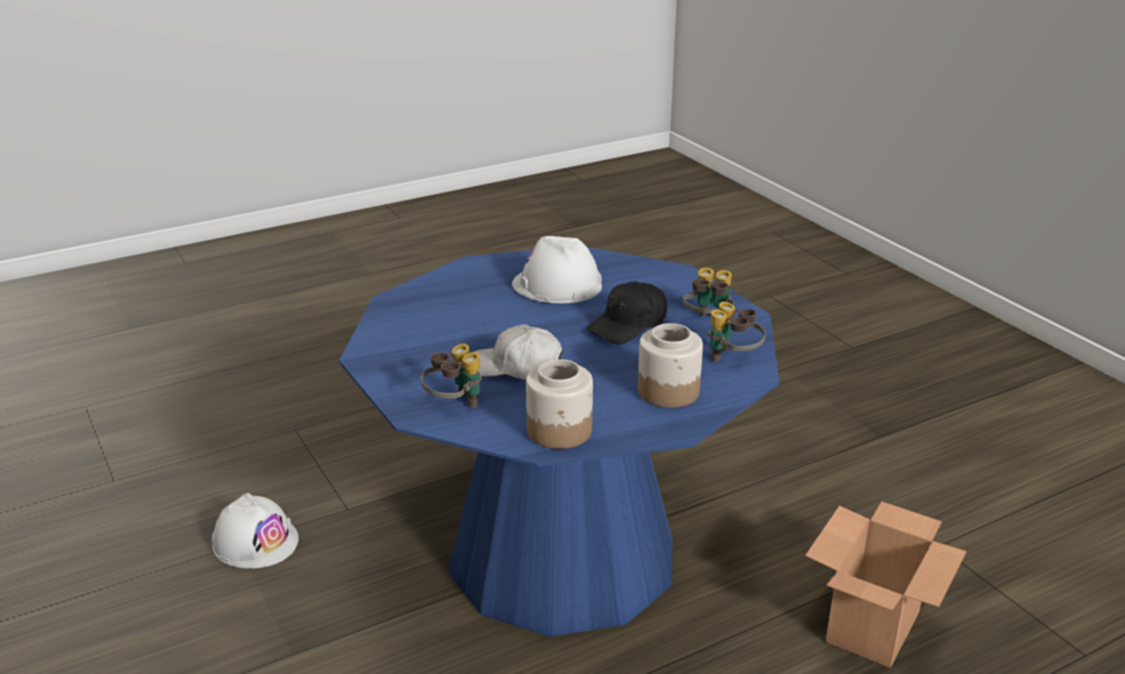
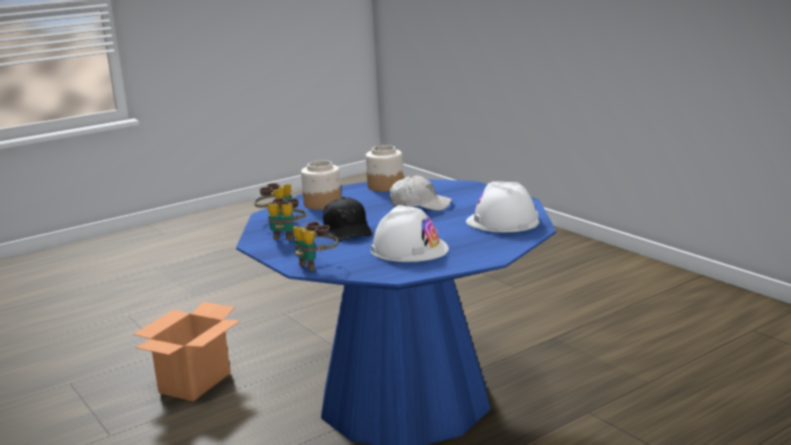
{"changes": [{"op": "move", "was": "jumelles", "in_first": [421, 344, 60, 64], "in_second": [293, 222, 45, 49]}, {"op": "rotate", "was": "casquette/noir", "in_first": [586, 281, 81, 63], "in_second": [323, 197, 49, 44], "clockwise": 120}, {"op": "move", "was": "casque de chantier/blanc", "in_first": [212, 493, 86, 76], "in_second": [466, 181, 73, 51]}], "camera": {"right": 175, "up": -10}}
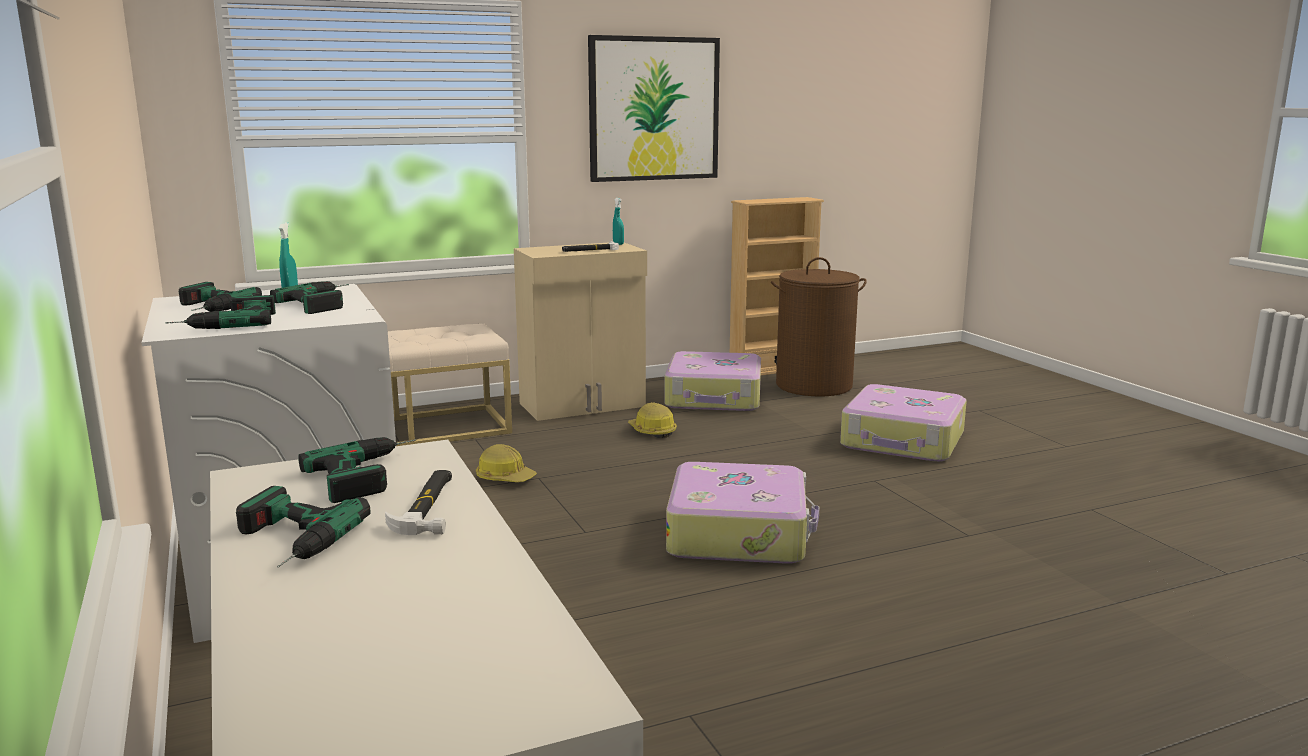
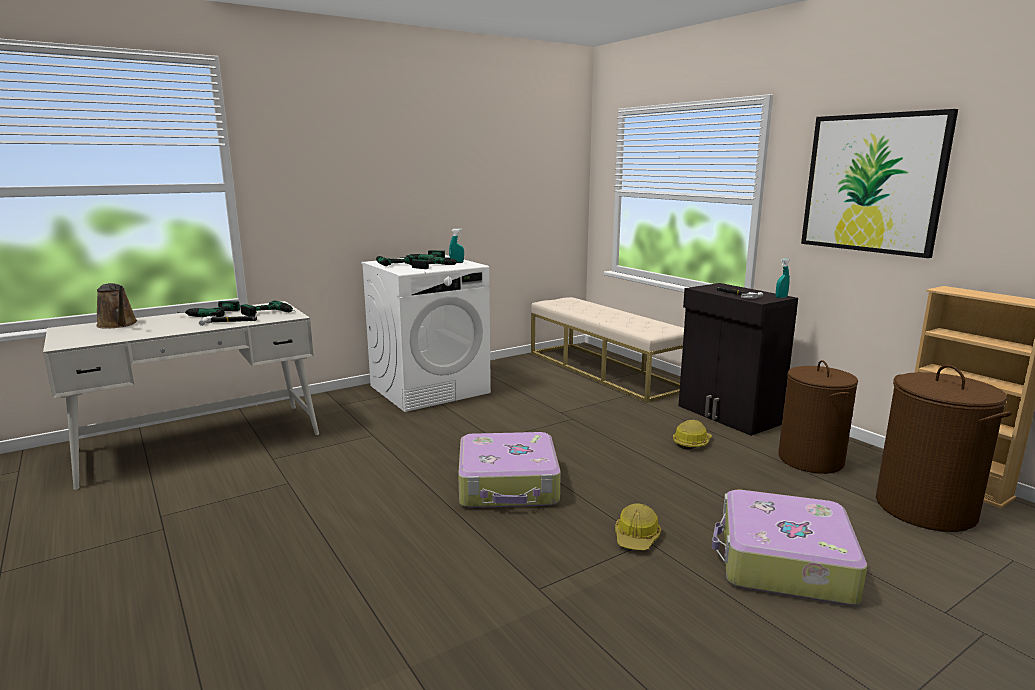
{"changes": [{"op": "insert", "now": "arrosoir/marron", "in_second": [96, 283, 41, 46]}, {"op": "move", "was": "casque de chantier", "in_first": [476, 444, 61, 38], "in_second": [615, 503, 46, 48]}, {"op": "recolor", "was": "meuble de rangement/beige", "now": "meuble de rangement/noir", "in_first": [514, 243, 133, 178], "in_second": [678, 283, 120, 153]}, {"op": "replace", "was": "valise", "now": "panier à linge/marron", "in_first": [664, 351, 97, 60], "in_second": [778, 360, 80, 114]}], "camera": {"right": 80, "up": 0}}
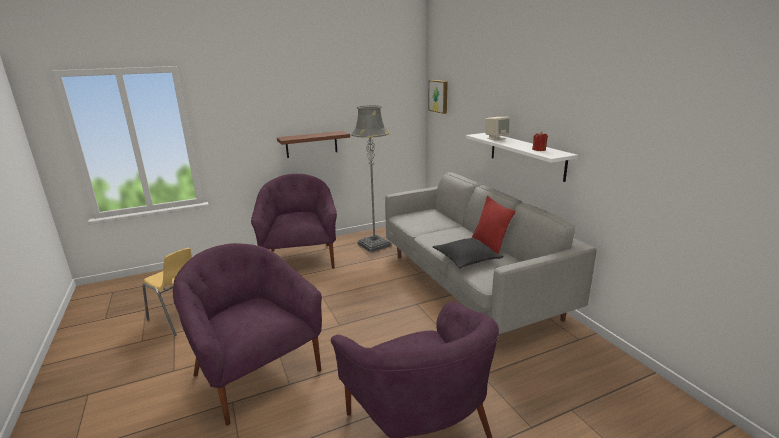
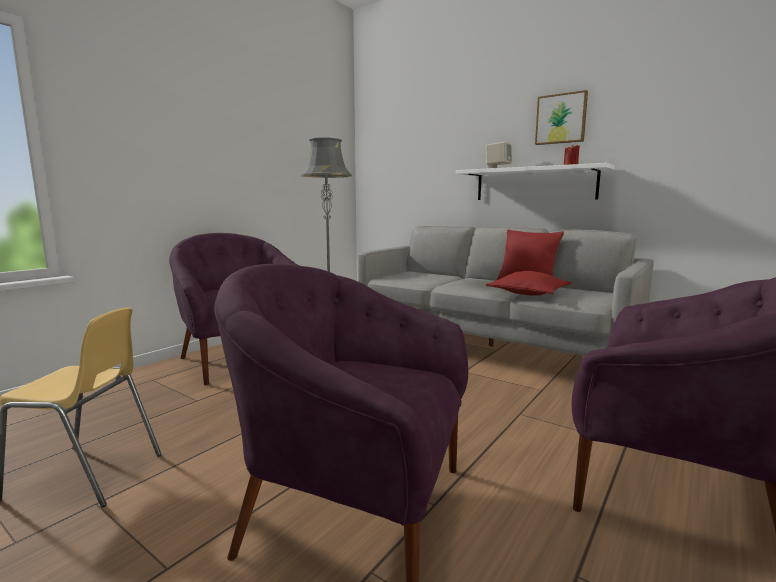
{"changes": [{"op": "recolor", "was": "coussin/noir", "now": "coussin/rouge", "in_first": [433, 237, 71, 31], "in_second": [486, 271, 86, 25]}, {"op": "move", "was": "tableau", "in_first": [428, 80, 20, 34], "in_second": [535, 90, 53, 55]}, {"op": "delete", "was": "étagère/marron", "in_first": [277, 131, 73, 27]}], "camera": {"right": -30, "up": -10}}
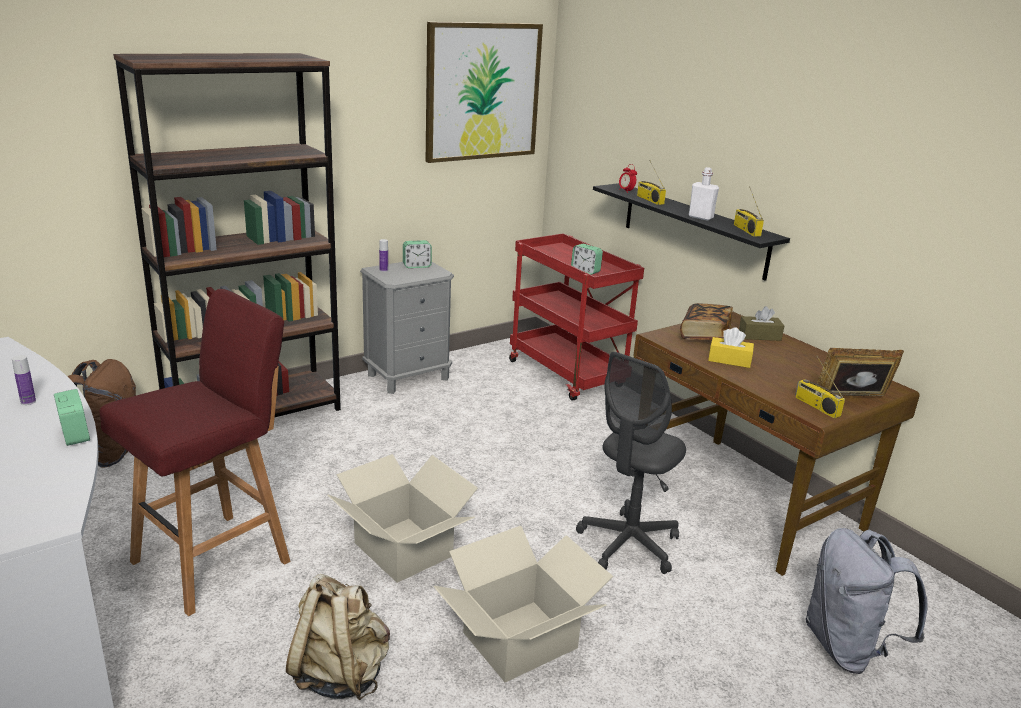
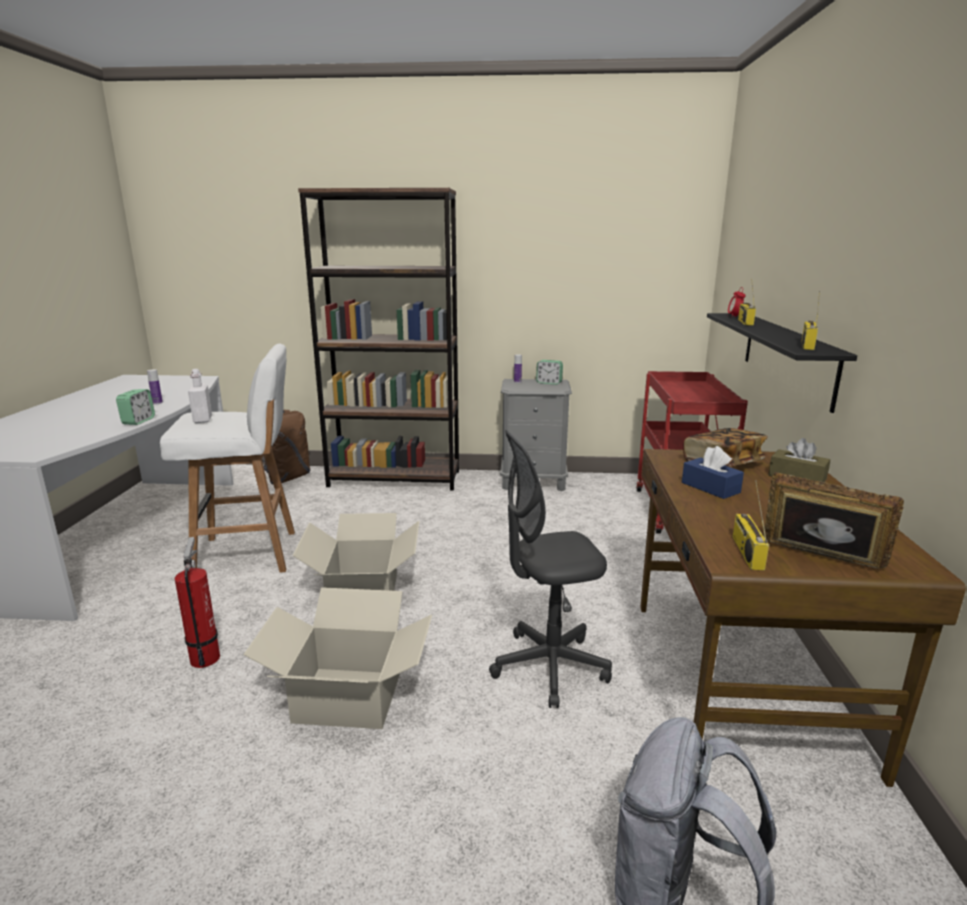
{"changes": [{"op": "recolor", "was": "tabouret/rouge", "now": "tabouret/blanc", "in_first": [99, 289, 191, 327], "in_second": [160, 344, 135, 229]}, {"op": "replace", "was": "sac à dos/beige", "now": "extincteur", "in_first": [286, 574, 104, 127], "in_second": [175, 537, 45, 131]}, {"op": "move", "was": "bouteille/blanc", "in_first": [689, 167, 30, 53], "in_second": [188, 369, 24, 54]}, {"op": "recolor", "was": "boîte à mouchoirs/jaune", "now": "boîte à mouchoirs/bleu", "in_first": [708, 327, 46, 41], "in_second": [682, 446, 62, 53]}, {"op": "delete", "was": "tableau", "in_first": [426, 22, 117, 141]}, {"op": "delete", "was": "réveil", "in_first": [571, 244, 32, 31]}], "camera": {"right": 40, "up": -5}}
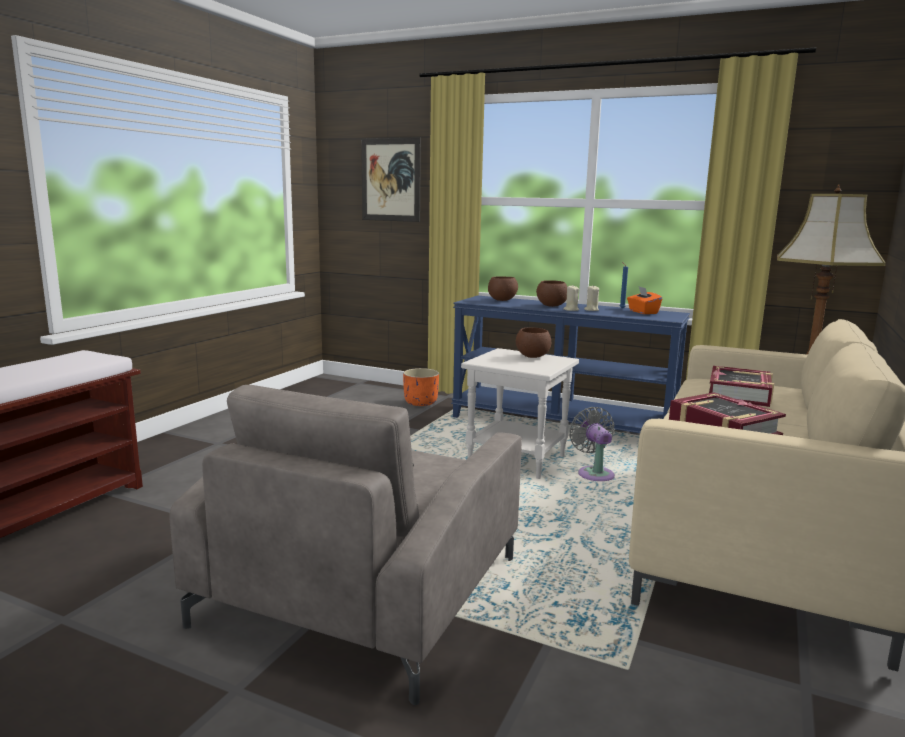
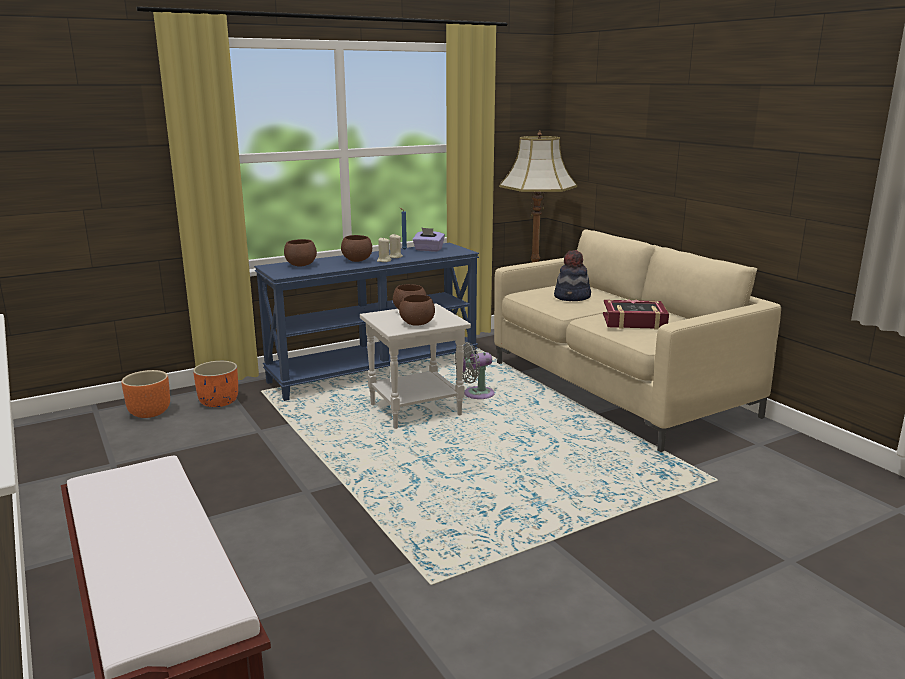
{"changes": [{"op": "insert", "now": "cache-pot/orange", "in_second": [122, 370, 48, 48]}, {"op": "insert", "now": "bol/marron", "in_second": [399, 294, 36, 32]}, {"op": "recolor", "was": "boîte à mouchoirs/orange", "now": "boîte à mouchoirs/violet", "in_first": [627, 287, 35, 27], "in_second": [412, 228, 33, 24]}, {"op": "rotate", "was": "ventilateur/gris", "in_first": [569, 407, 46, 74], "in_second": [455, 342, 40, 57], "clockwise": -45}, {"op": "replace", "was": "livre", "now": "chapeau", "in_first": [709, 366, 65, 41], "in_second": [554, 250, 37, 51]}, {"op": "delete", "was": "fauteuil/gris", "in_first": [169, 385, 353, 320]}, {"op": "delete", "was": "tableau", "in_first": [361, 137, 60, 85]}], "camera": {"right": -55, "up": 5}}
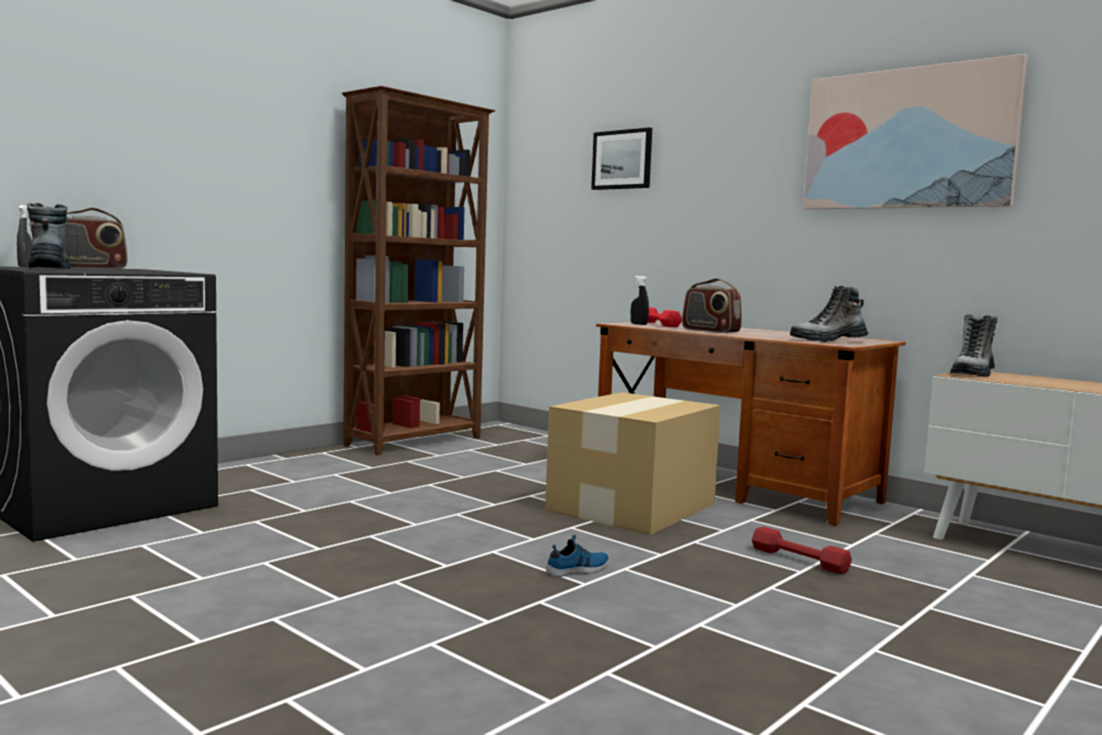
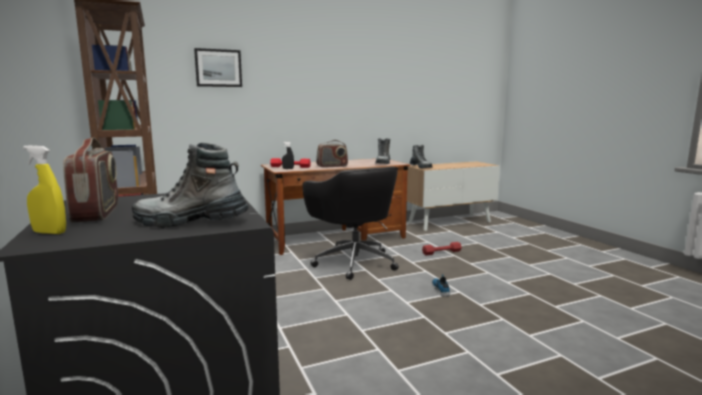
{"changes": [{"op": "recolor", "was": "vaporisateur/gris", "now": "vaporisateur/jaune", "in_first": [17, 205, 15, 62], "in_second": [23, 145, 43, 89]}, {"op": "replace", "was": "carton", "now": "chaise de bureau/noir", "in_first": [545, 392, 175, 143], "in_second": [302, 166, 97, 114]}, {"op": "delete", "was": "tableau", "in_first": [803, 54, 225, 155]}], "camera": {"right": -65, "up": 5}}
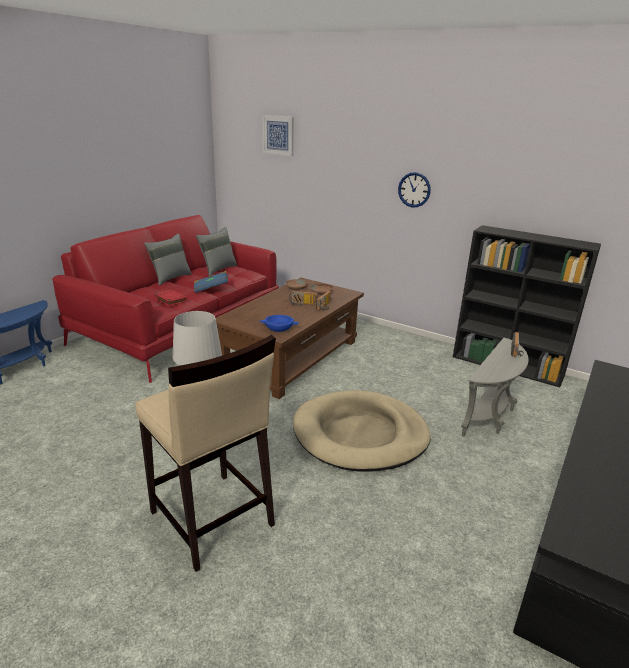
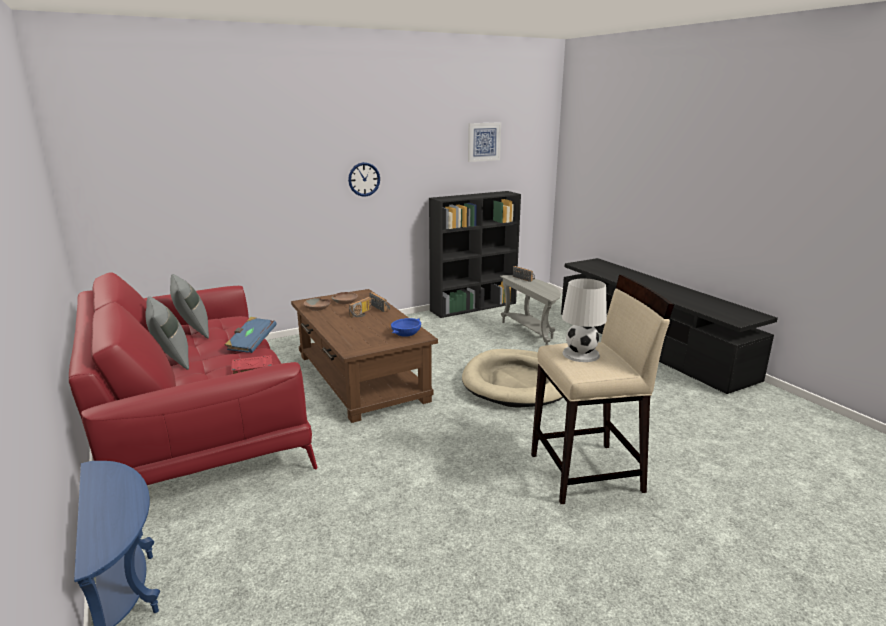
{"changes": [{"op": "move", "was": "tableau", "in_first": [262, 115, 32, 41], "in_second": [468, 122, 33, 40]}], "camera": {"right": -60, "up": -5}}
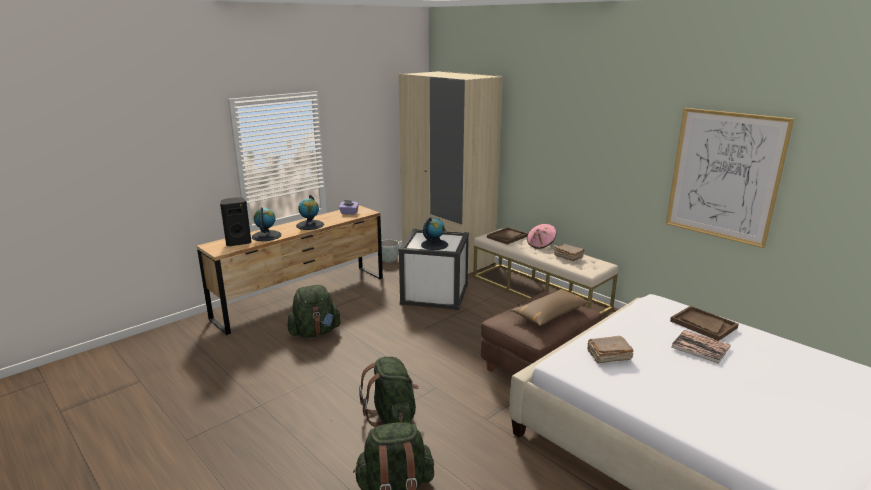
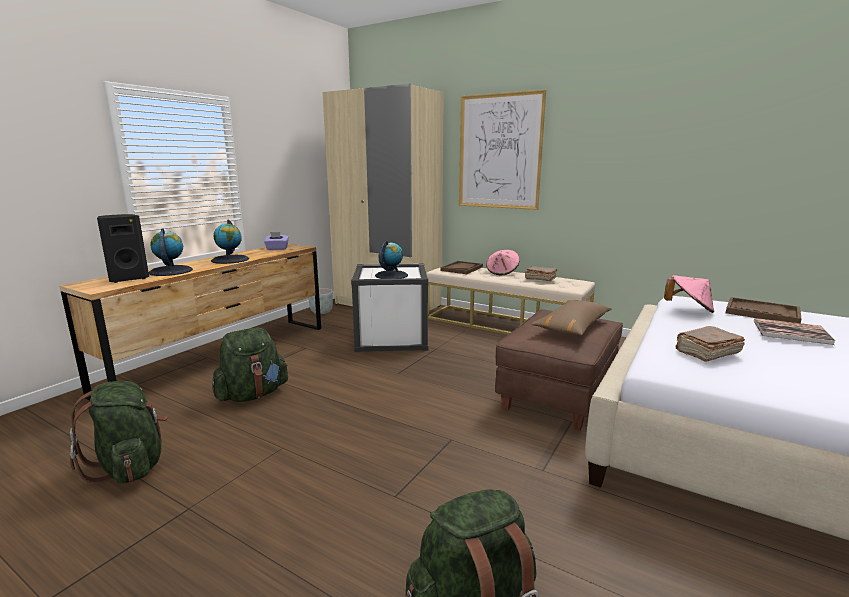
{"changes": [{"op": "move", "was": "sac à dos/vert", "in_first": [359, 357, 60, 70], "in_second": [70, 381, 97, 103]}, {"op": "move", "was": "tableau", "in_first": [666, 108, 128, 140], "in_second": [459, 90, 87, 120]}, {"op": "insert", "now": "chapeau/rose", "in_second": [664, 275, 50, 38]}], "camera": {"right": -15, "up": -5}}
